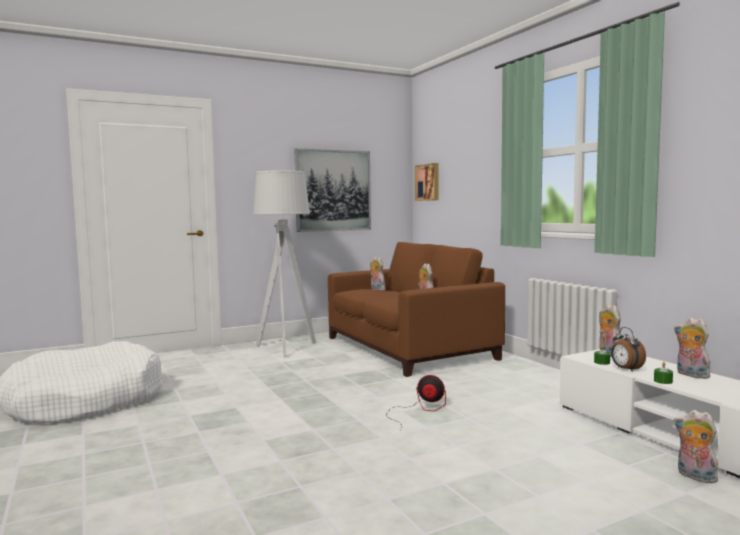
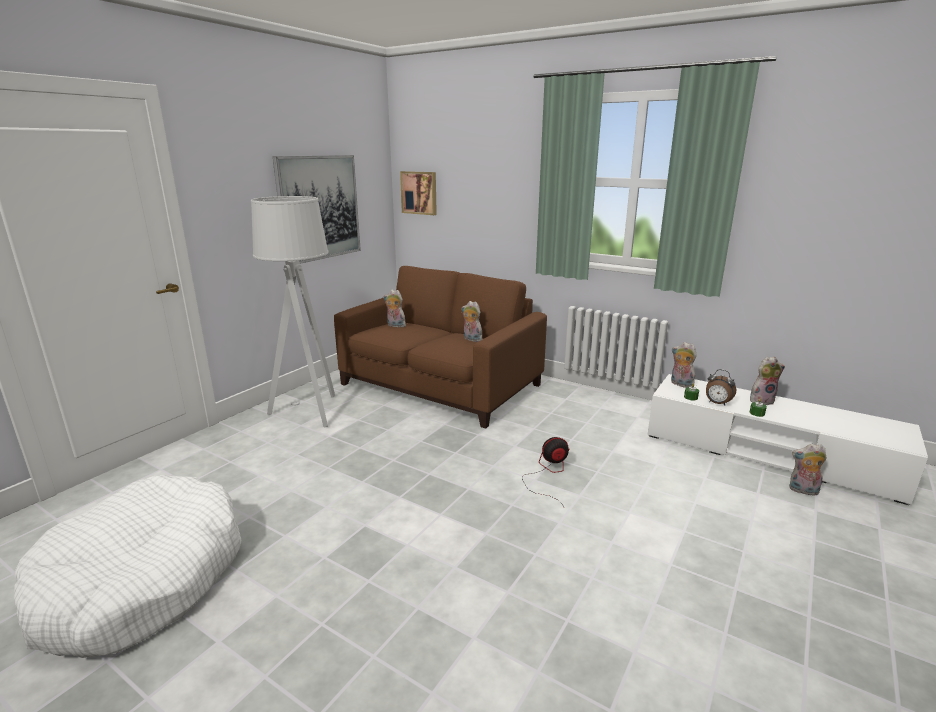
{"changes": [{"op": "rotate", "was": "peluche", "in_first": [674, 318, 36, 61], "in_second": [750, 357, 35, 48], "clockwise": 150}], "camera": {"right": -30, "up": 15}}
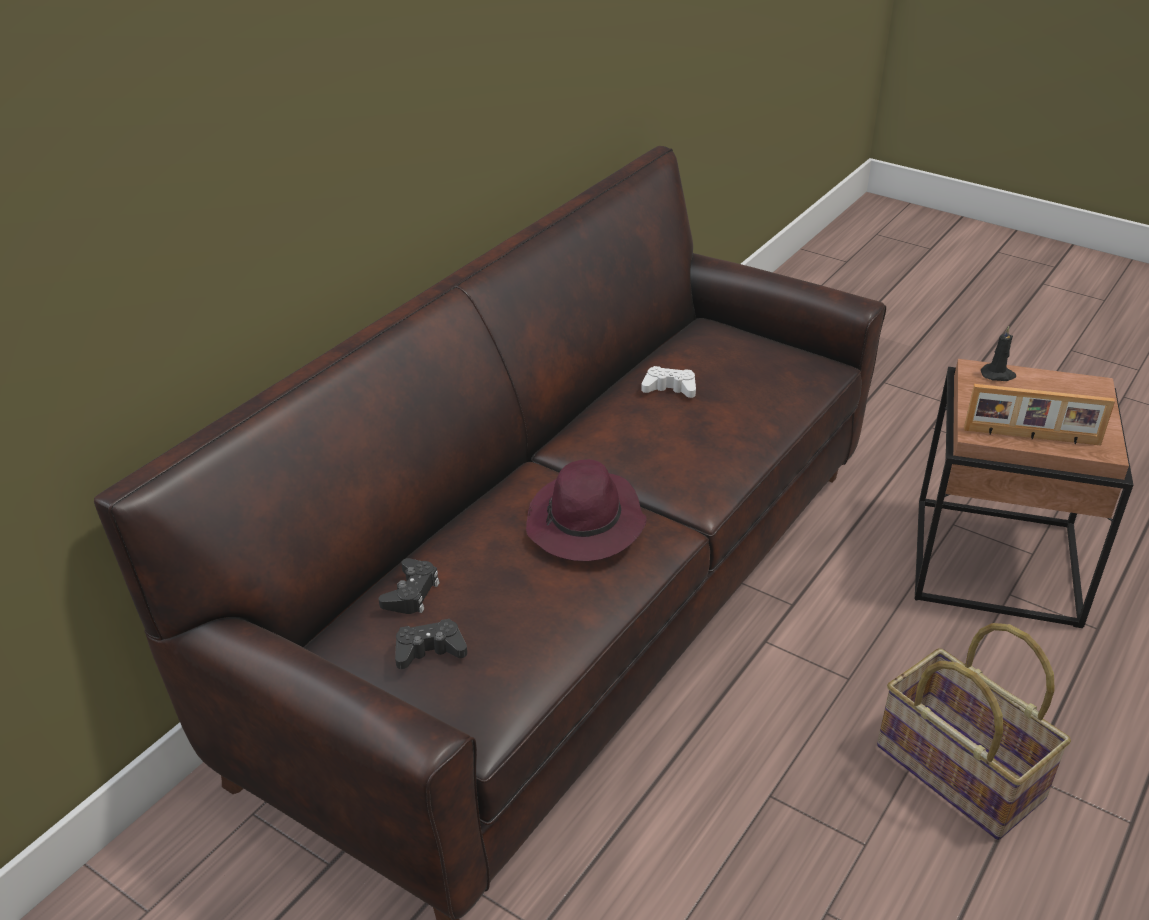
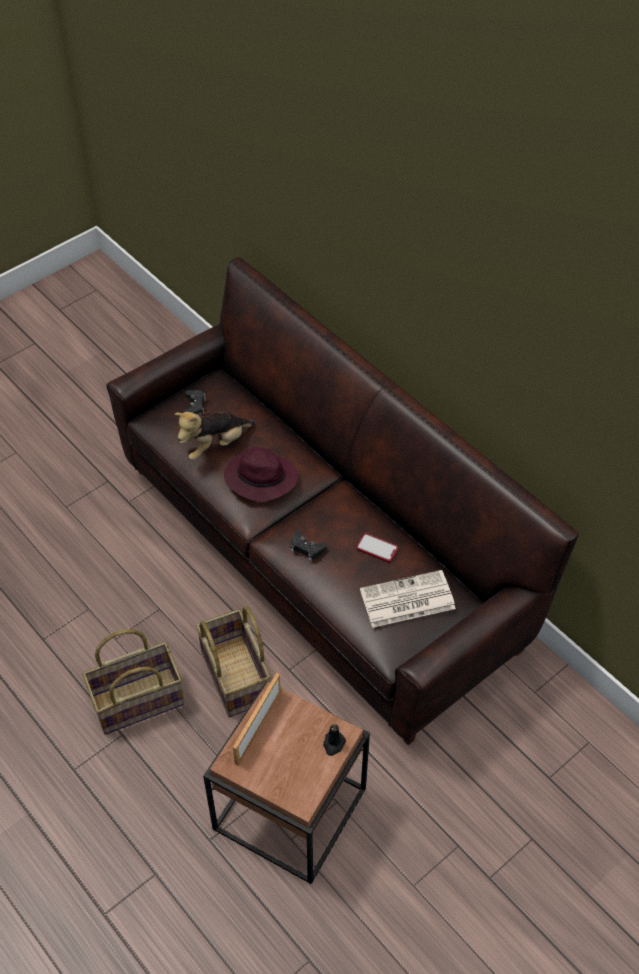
{"changes": [{"op": "insert", "now": "peluche", "in_second": [175, 412, 80, 48]}, {"op": "insert", "now": "panier", "in_second": [196, 606, 75, 111]}, {"op": "move", "was": "manette/noir", "in_first": [379, 558, 61, 56], "in_second": [290, 530, 36, 31]}, {"op": "replace", "was": "manette/blanc", "now": "téléphone", "in_first": [641, 366, 55, 32], "in_second": [357, 534, 41, 29]}, {"op": "insert", "now": "journal", "in_second": [360, 570, 96, 58]}], "camera": {"right": 105, "up": 15}}
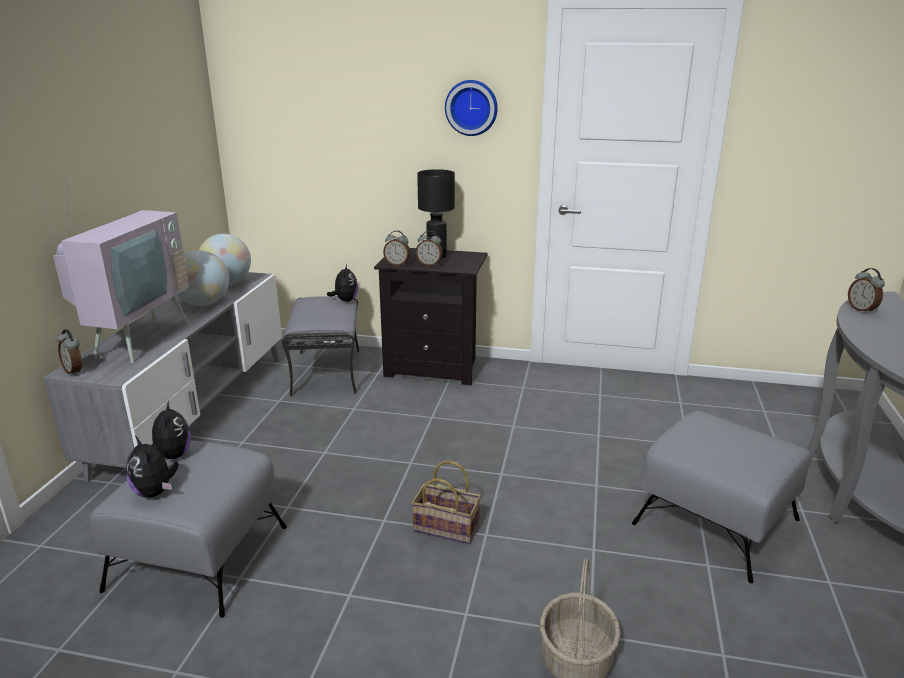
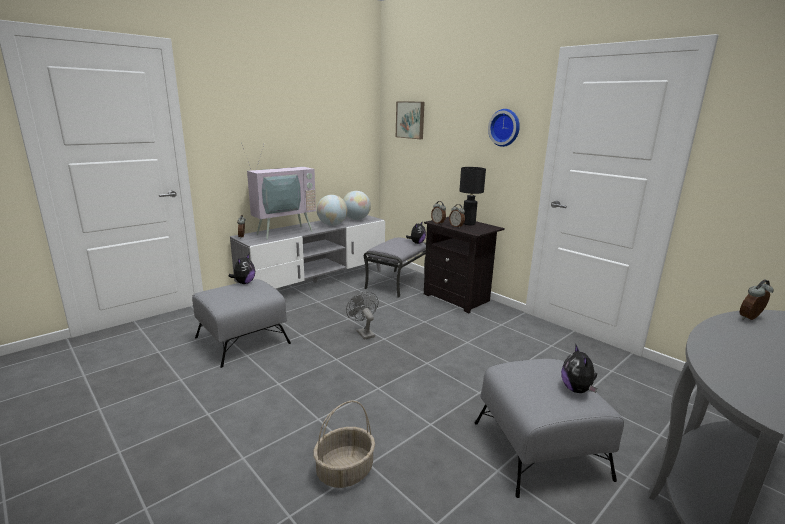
{"changes": [{"op": "insert", "now": "ventilateur/gris", "in_second": [346, 291, 32, 49]}, {"op": "insert", "now": "tableau", "in_second": [396, 101, 29, 38]}, {"op": "move", "was": "peluche", "in_first": [126, 436, 53, 62], "in_second": [561, 344, 36, 49]}, {"op": "rotate", "was": "réveil", "in_first": [848, 268, 37, 46], "in_second": [740, 280, 34, 40], "clockwise": 45}, {"op": "delete", "was": "panier", "in_first": [411, 460, 70, 84]}], "camera": {"right": 35, "up": -5}}
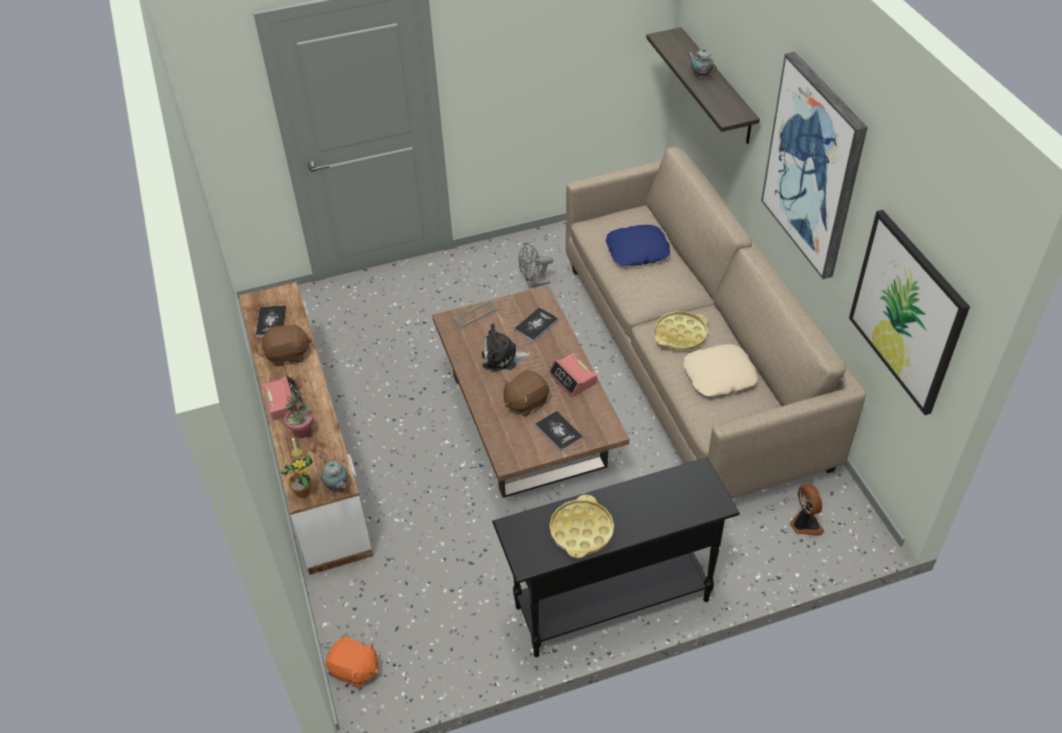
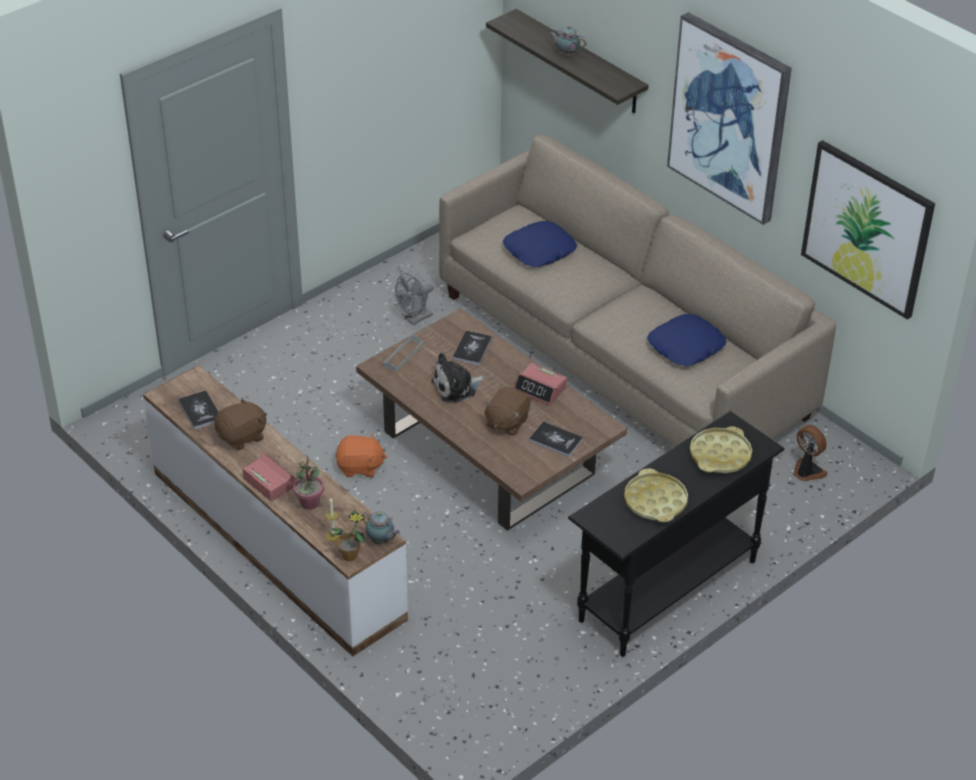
{"changes": [{"op": "move", "was": "peluche/orange", "in_first": [326, 637, 53, 51], "in_second": [335, 433, 52, 44]}, {"op": "recolor", "was": "coussin/beige", "now": "coussin/bleu", "in_first": [683, 344, 75, 52], "in_second": [647, 314, 79, 52]}, {"op": "move", "was": "plateau/jaune", "in_first": [655, 311, 53, 39], "in_second": [690, 426, 62, 47]}], "camera": {"right": -25, "up": -5}}
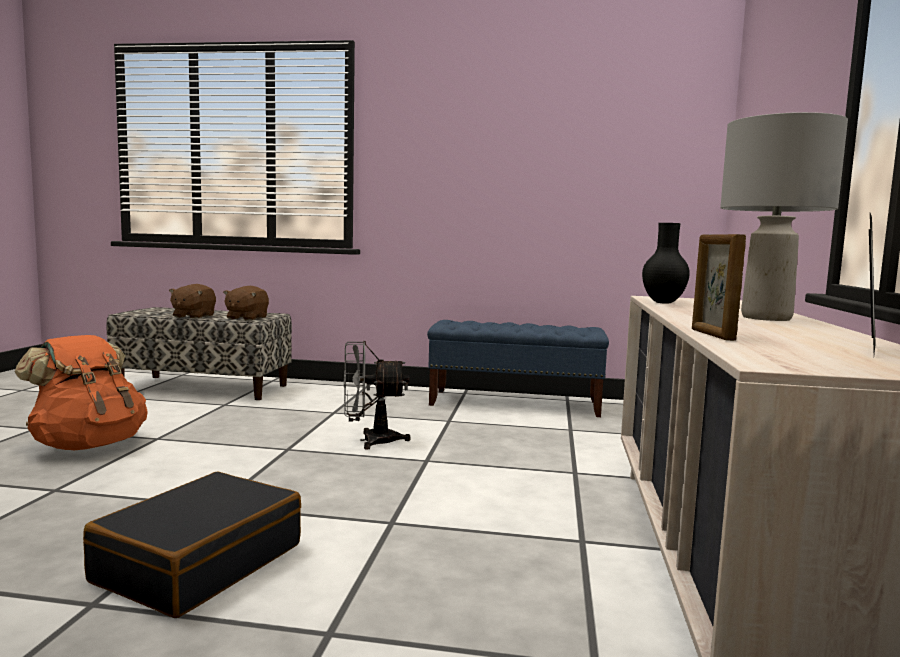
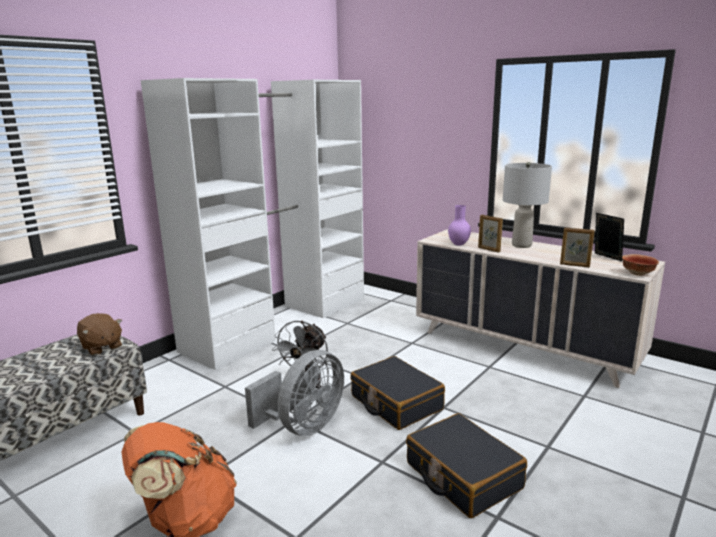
{"changes": [{"op": "replace", "was": "banc/bleu", "now": "armoire/blanc", "in_first": [427, 320, 182, 97], "in_second": [141, 78, 223, 292]}, {"op": "insert", "now": "ventilateur/gris", "in_second": [245, 350, 99, 86]}, {"op": "insert", "now": "valise/noir", "in_second": [350, 356, 95, 74]}, {"op": "recolor", "was": "vase/noir", "now": "vase/violet", "in_first": [642, 223, 48, 81], "in_second": [448, 205, 23, 41]}, {"op": "insert", "now": "cadre photo", "in_second": [478, 215, 25, 38]}, {"op": "insert", "now": "bol", "in_second": [622, 254, 37, 22]}, {"op": "delete", "was": "peluche/marron", "in_first": [169, 284, 47, 35]}], "camera": {"right": -60, "up": 10}}
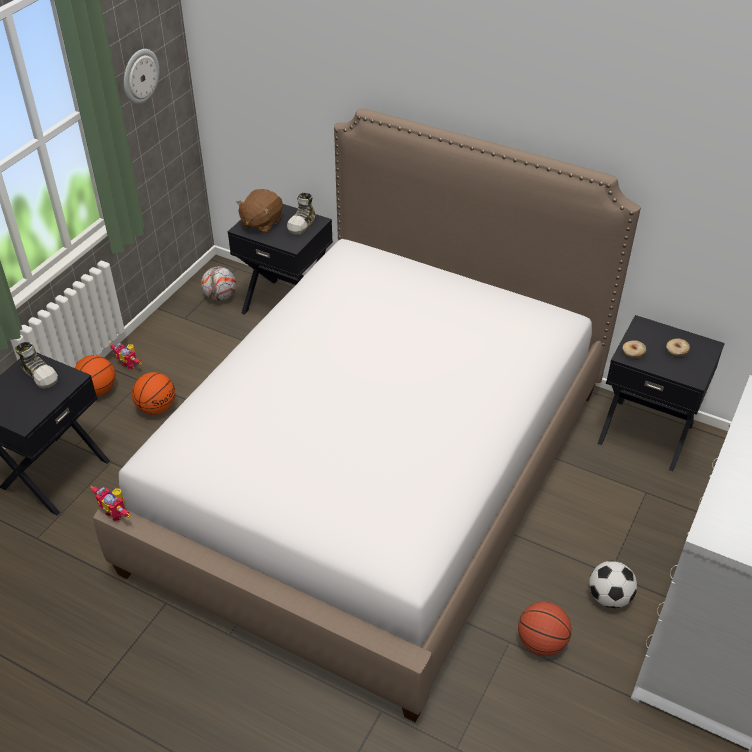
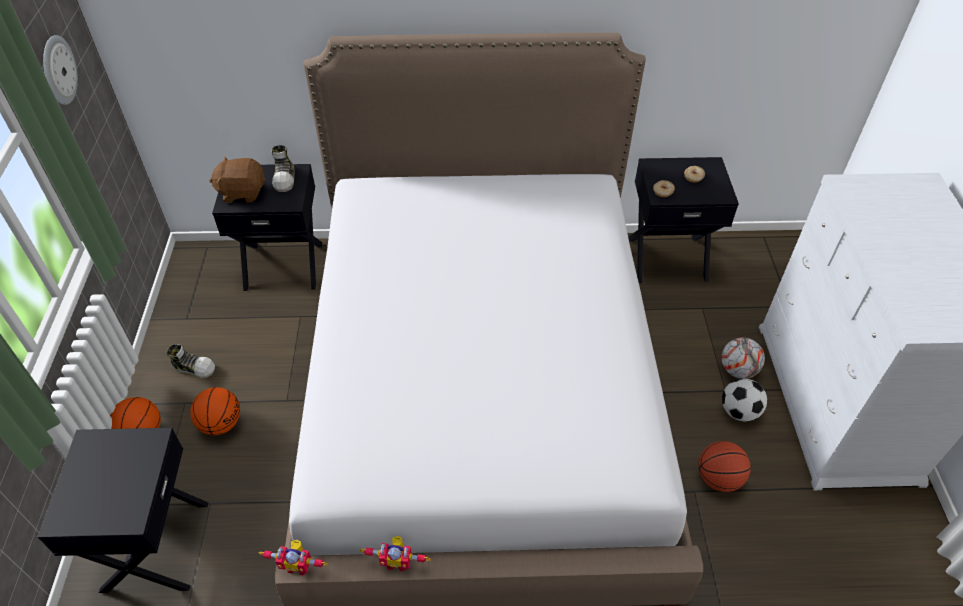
{"changes": [{"op": "move", "was": "chaussure", "in_first": [15, 342, 43, 46], "in_second": [166, 344, 49, 34]}, {"op": "rotate", "was": "peluche/marron", "in_first": [236, 189, 47, 45], "in_second": [209, 156, 56, 47], "clockwise": 90}, {"op": "move", "was": "robot jouet", "in_first": [110, 343, 31, 27], "in_second": [360, 536, 71, 36]}, {"op": "move", "was": "ballon de foot", "in_first": [201, 267, 35, 34], "in_second": [721, 338, 44, 41]}], "camera": {"right": -30, "up": 5}}
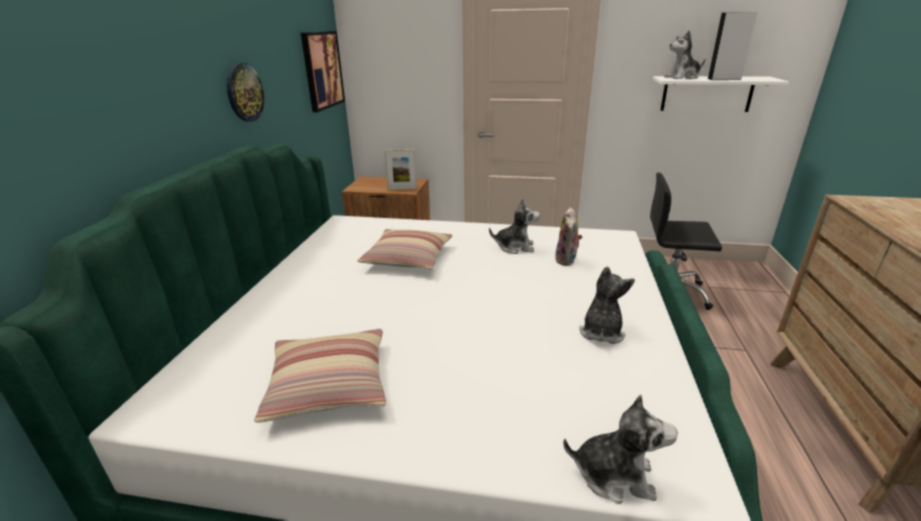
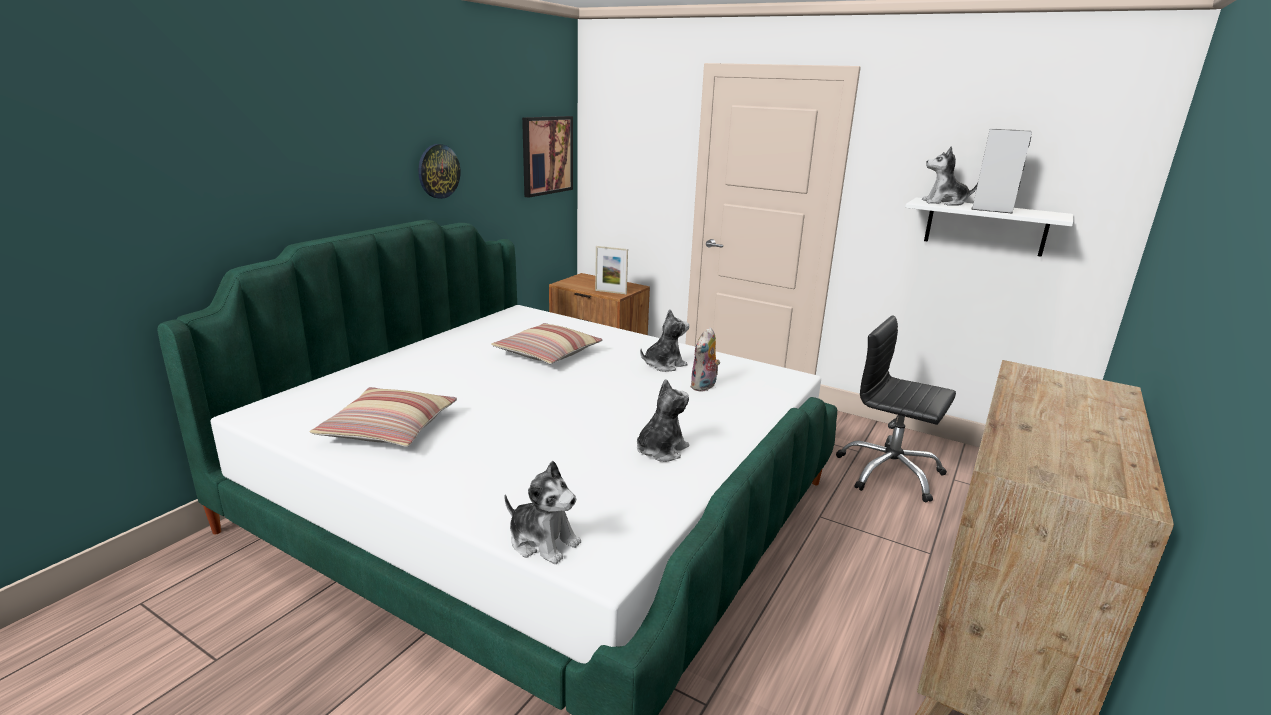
{"changes": [{"op": "rotate", "was": "peluche", "in_first": [489, 198, 51, 56], "in_second": [640, 309, 49, 63], "clockwise": -60}], "camera": {"right": 20, "up": -5}}
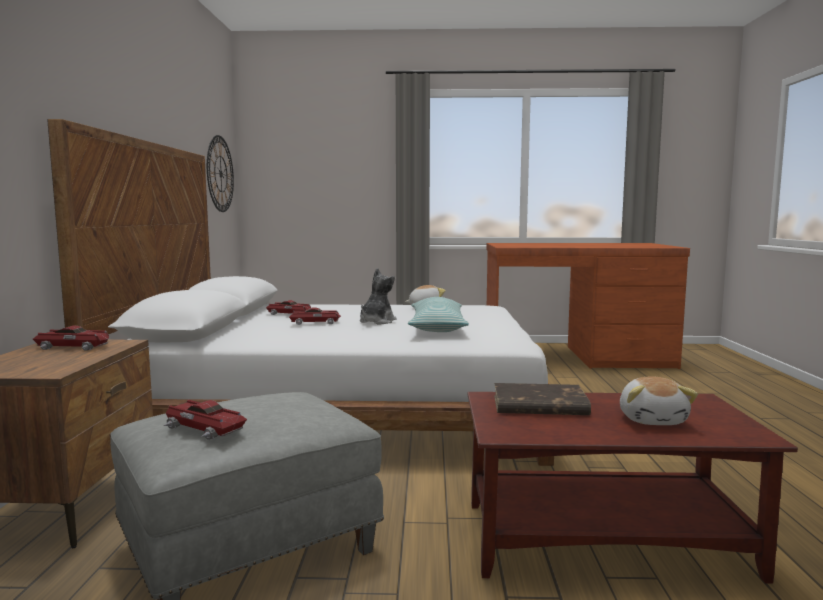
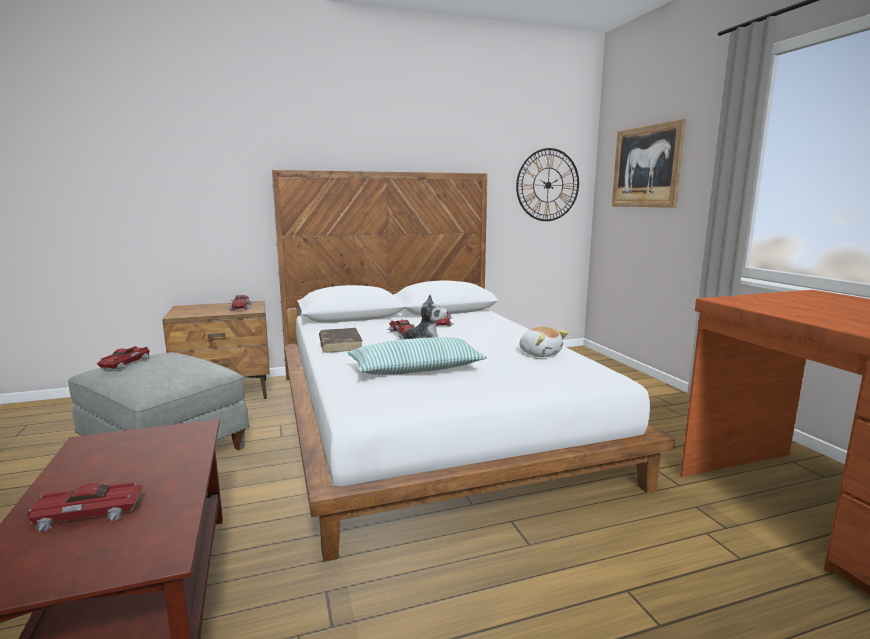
{"changes": [{"op": "replace", "was": "peluche", "now": "petite voiture", "in_first": [620, 377, 78, 48], "in_second": [27, 482, 116, 50]}, {"op": "move", "was": "livre/marron", "in_first": [494, 383, 97, 32], "in_second": [319, 328, 44, 25]}, {"op": "insert", "now": "tableau", "in_second": [612, 119, 74, 89]}], "camera": {"right": 70, "up": 5}}
